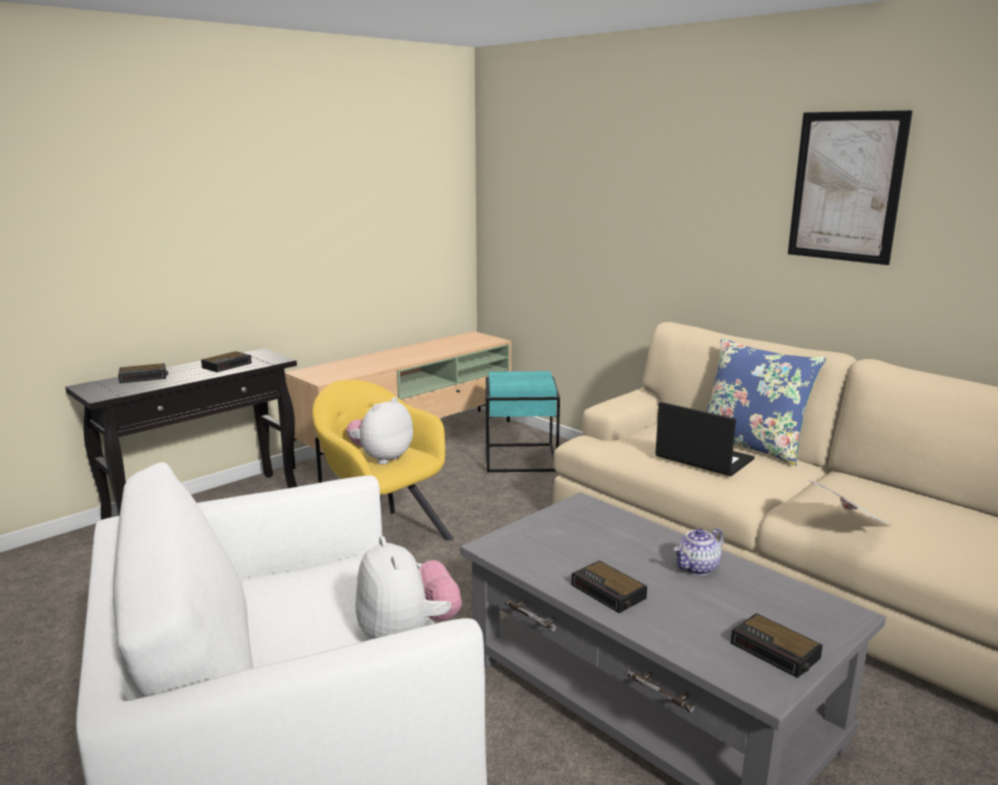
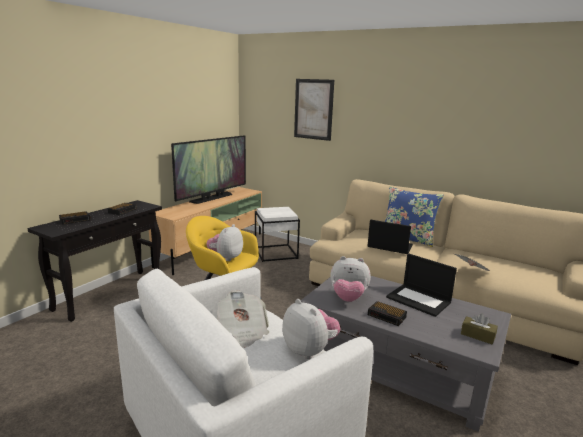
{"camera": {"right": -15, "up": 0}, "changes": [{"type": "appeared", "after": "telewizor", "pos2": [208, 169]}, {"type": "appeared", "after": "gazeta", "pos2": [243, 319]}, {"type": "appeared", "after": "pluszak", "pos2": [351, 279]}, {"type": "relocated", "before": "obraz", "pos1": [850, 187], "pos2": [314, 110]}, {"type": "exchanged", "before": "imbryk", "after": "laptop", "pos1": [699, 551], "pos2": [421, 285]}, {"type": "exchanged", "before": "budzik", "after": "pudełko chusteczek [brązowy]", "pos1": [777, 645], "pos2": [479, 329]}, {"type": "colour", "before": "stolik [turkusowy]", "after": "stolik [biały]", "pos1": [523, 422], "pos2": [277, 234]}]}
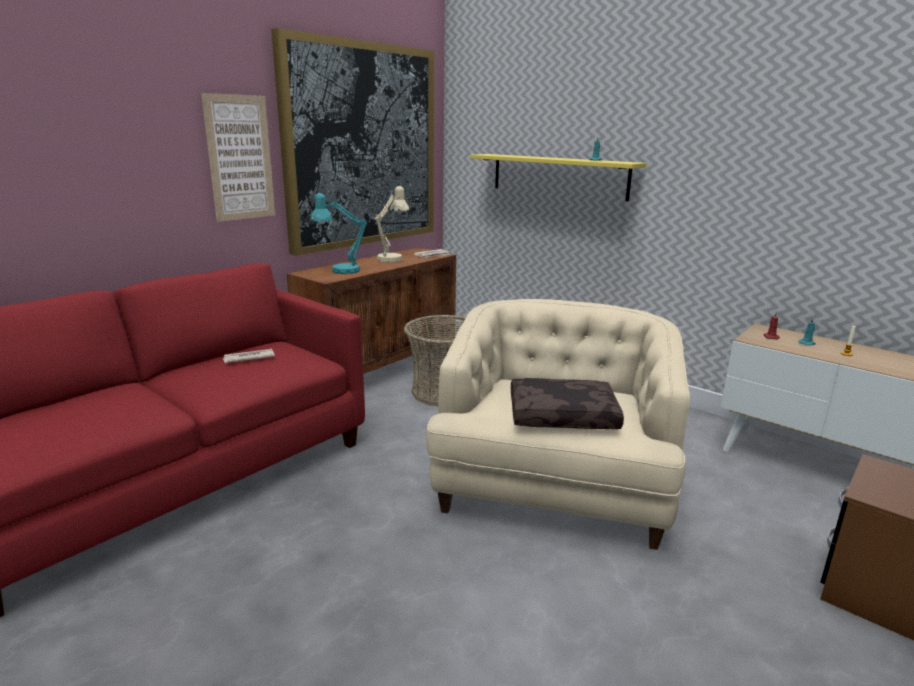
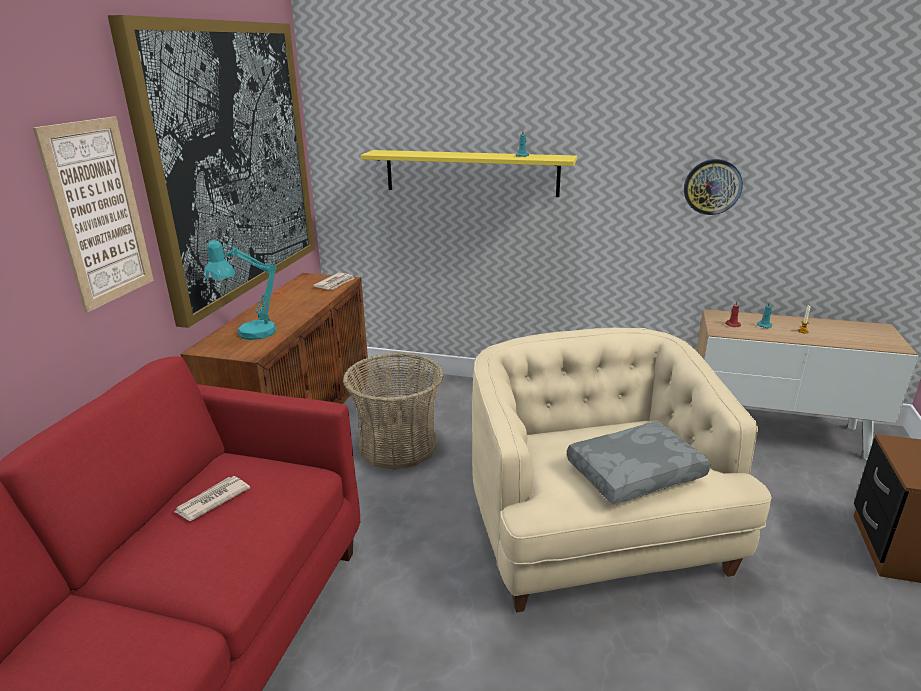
{"camera": {"right": -25, "up": 5}, "changes": [{"type": "missing", "before": "lampa stołowa [beżowy]", "pos1": [392, 224]}, {"type": "appeared", "after": "zegar ścienny", "pos2": [713, 187]}, {"type": "colour", "before": "poduszka [brązowy]", "after": "poduszka [szary]", "pos1": [567, 403], "pos2": [638, 463]}]}
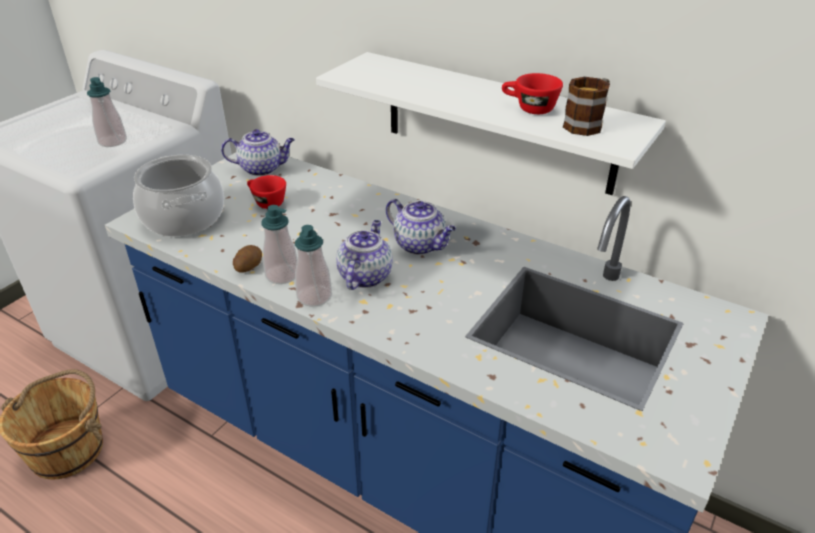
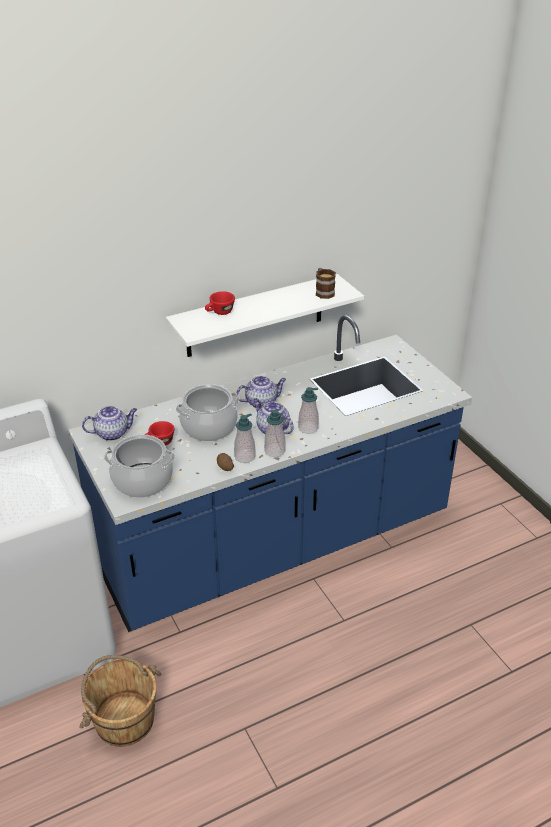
{"camera": {"right": -60, "up": 0}, "changes": [{"type": "appeared", "after": "garnek", "pos2": [208, 412]}, {"type": "relocated", "before": "dozownik mydła", "pos1": [107, 112], "pos2": [308, 410]}, {"type": "relocated", "before": "filiżanka [czerwony]", "pos1": [532, 93], "pos2": [220, 303]}, {"type": "spun", "before": "imbryk", "pos1": [258, 152], "pos2": [109, 423], "turn": 45}]}
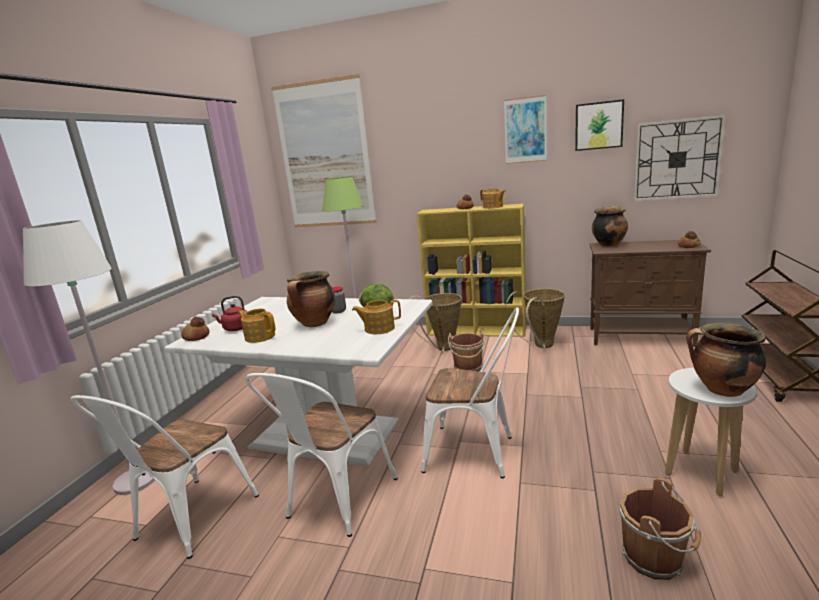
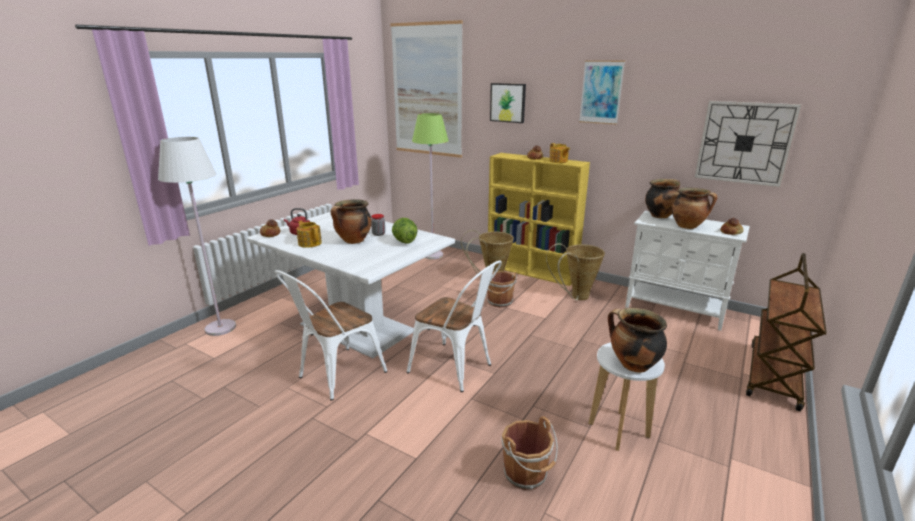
{"camera": {"right": 15, "up": 5}, "changes": [{"type": "missing", "before": "krzesło [biały]", "pos1": [164, 477]}, {"type": "missing", "before": "imbryk", "pos1": [376, 317]}, {"type": "appeared", "after": "garnek", "pos2": [694, 208]}, {"type": "relocated", "before": "obraz", "pos1": [599, 125], "pos2": [508, 103]}, {"type": "colour", "before": "szafka [brązowy]", "after": "szafka [biały]", "pos1": [650, 293], "pos2": [687, 271]}]}
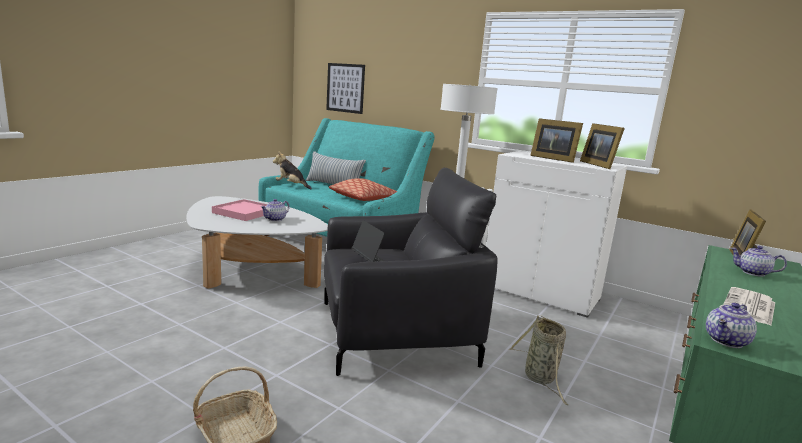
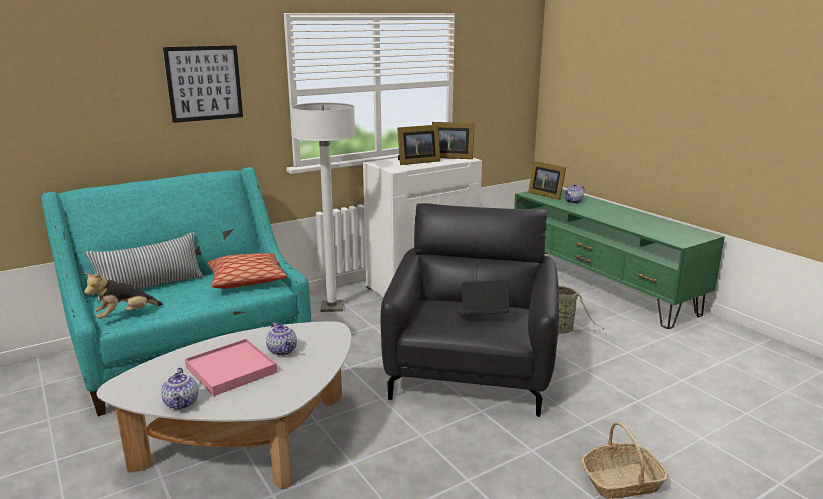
{"camera": {"right": -65, "up": 5}, "changes": [{"type": "missing", "before": "gazeta", "pos1": [749, 306]}, {"type": "relocated", "before": "obraz", "pos1": [345, 88], "pos2": [203, 84]}, {"type": "relocated", "before": "imbryk", "pos1": [731, 325], "pos2": [179, 389]}]}
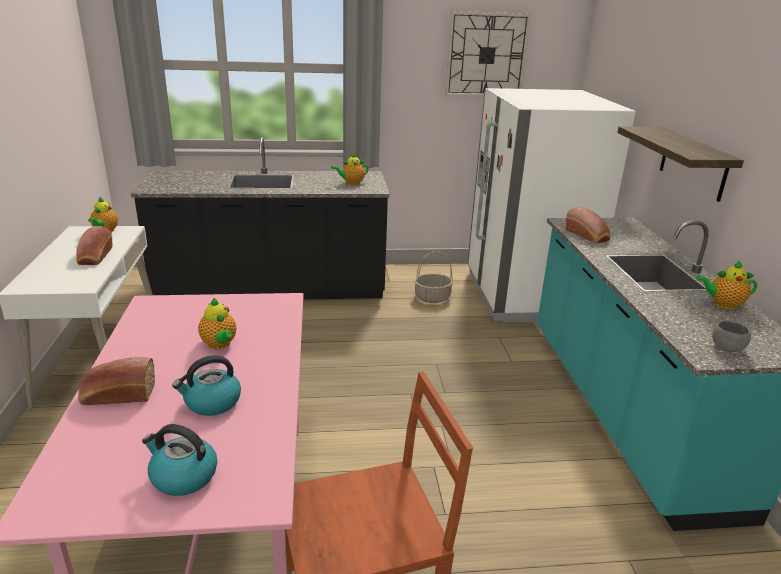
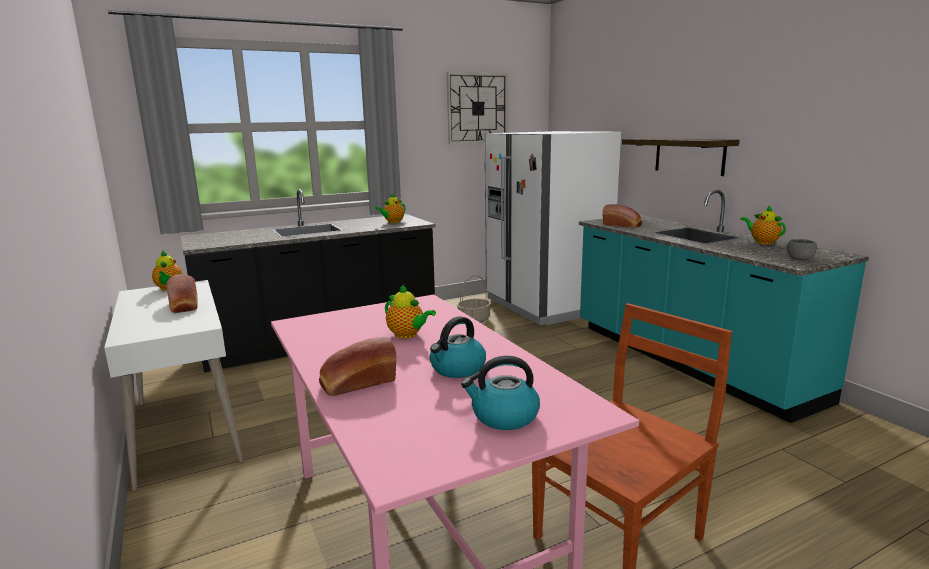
{"camera": {"right": -20, "up": -10}, "changes": [{"type": "spun", "before": "imbryk", "pos1": [726, 284], "pos2": [763, 225], "turn": 75}]}
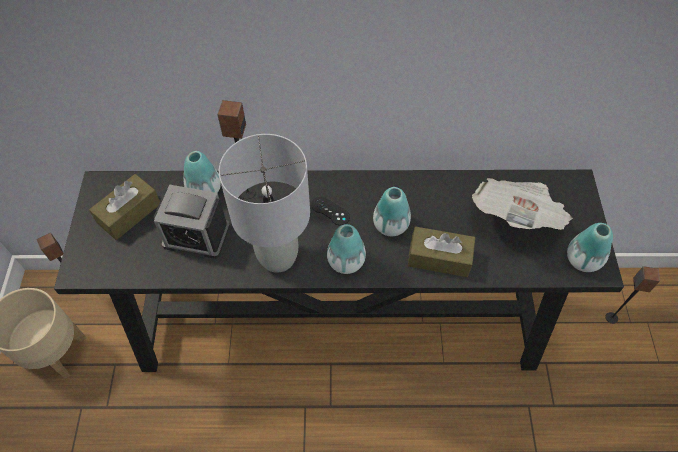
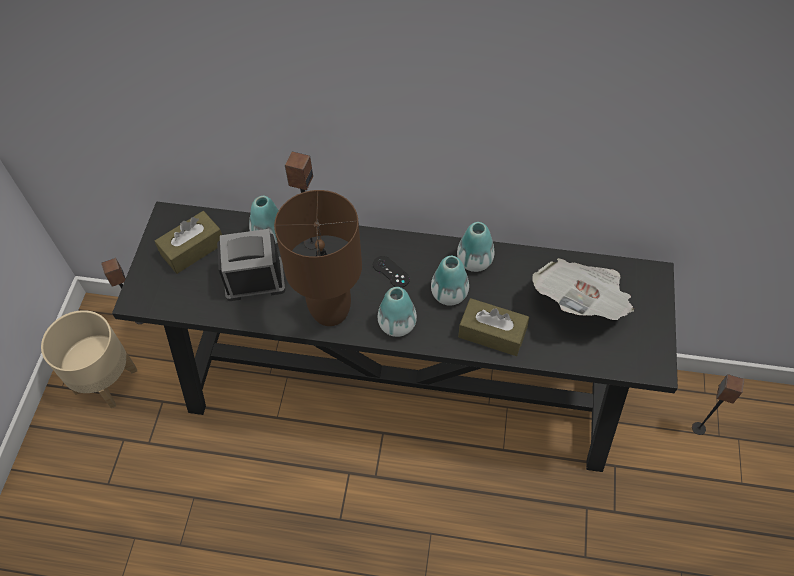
{"camera": {"right": 10, "up": 0}, "changes": [{"type": "relocated", "before": "wazon", "pos1": [590, 247], "pos2": [475, 247]}, {"type": "colour", "before": "lampa stołowa [szary]", "after": "lampa stołowa [brązowy]", "pos1": [264, 203], "pos2": [318, 258]}, {"type": "spun", "before": "budzik", "pos1": [192, 221], "pos2": [251, 265], "turn": 150}]}
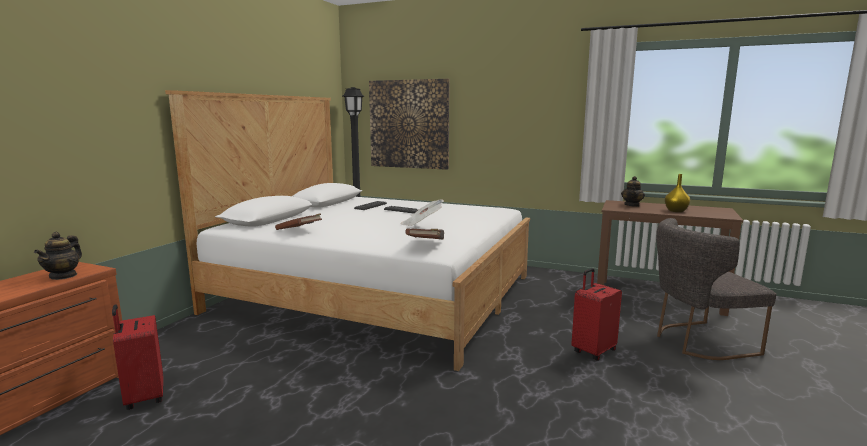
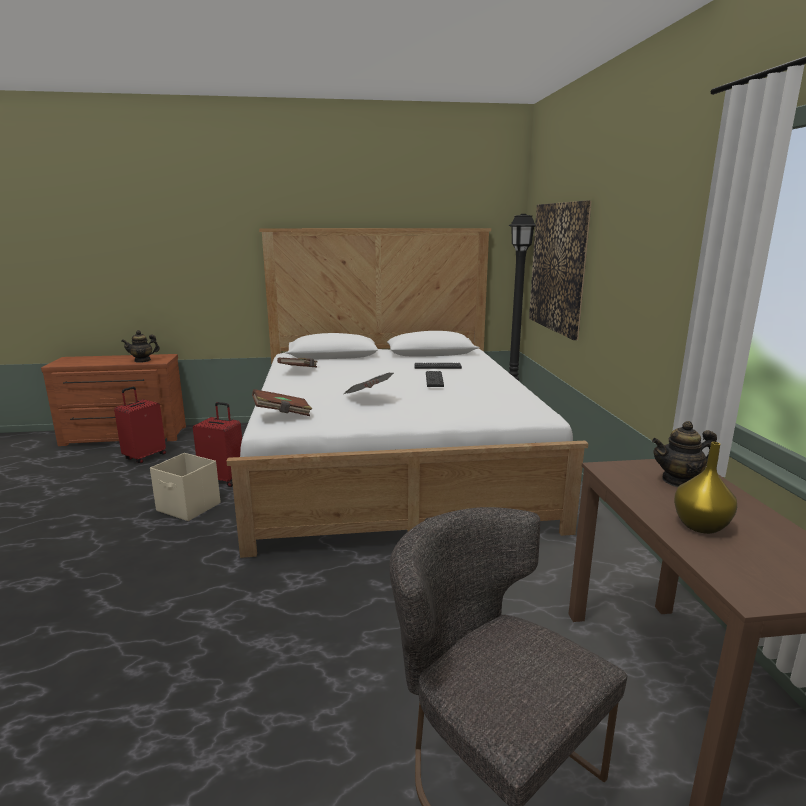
{"camera": {"right": 60, "up": 5}, "changes": [{"type": "appeared", "after": "pojemnik do przechowywania [beżowy]", "pos2": [185, 487]}, {"type": "relocated", "before": "walizka [czerwony]", "pos1": [597, 314], "pos2": [217, 444]}]}
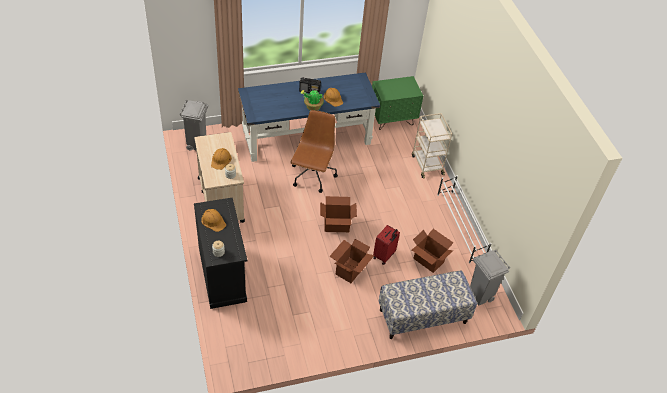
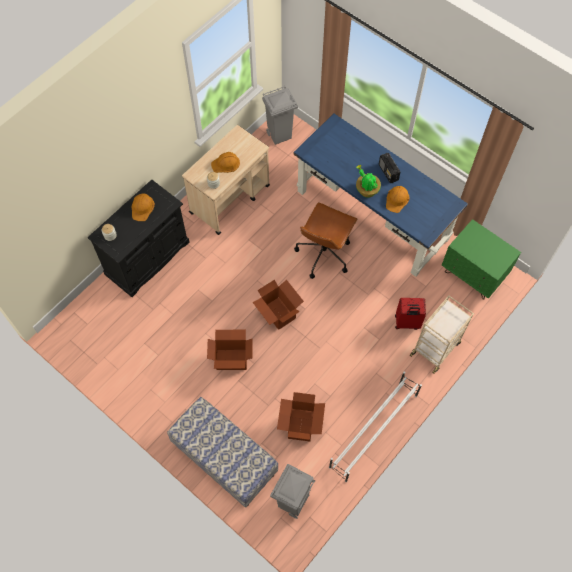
{"camera": {"right": 60, "up": 15}, "changes": [{"type": "relocated", "before": "walizka [czerwony]", "pos1": [386, 245], "pos2": [410, 314]}, {"type": "spun", "before": "krzesło biurowe [brązowy]", "pos1": [314, 151], "pos2": [325, 240], "turn": 135}]}
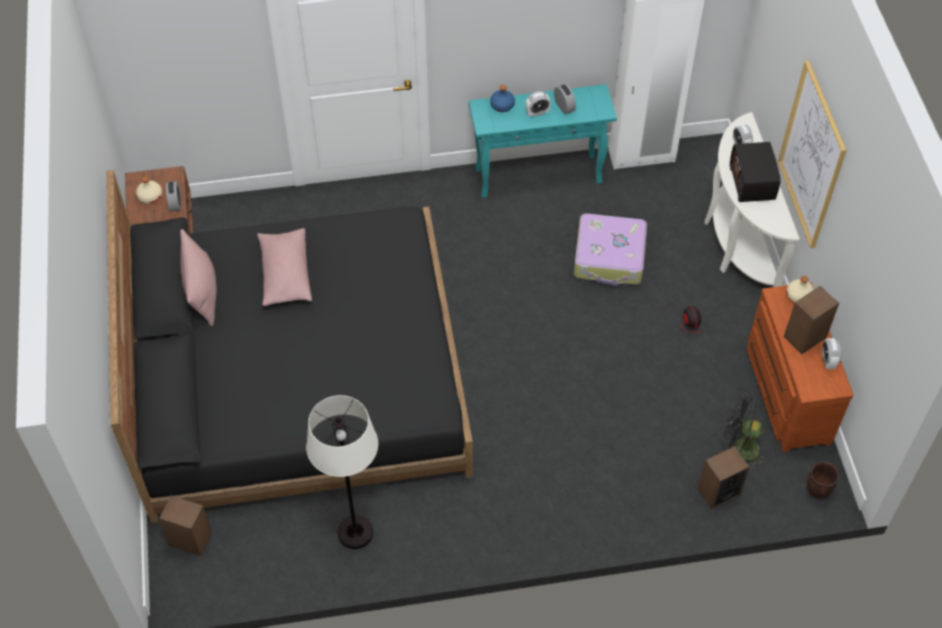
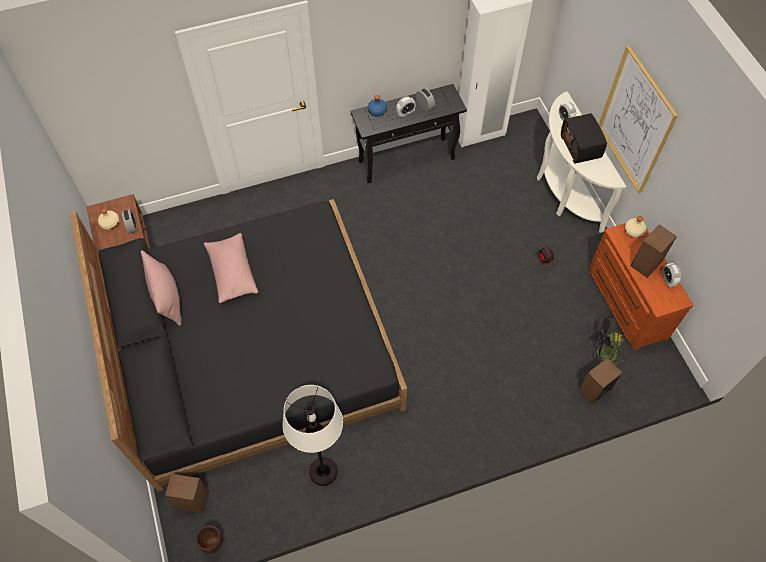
{"camera": {"right": -10, "up": 5}, "changes": [{"type": "missing", "before": "walizka", "pos1": [610, 249]}, {"type": "relocated", "before": "donica [brązowy]", "pos1": [823, 480], "pos2": [209, 539]}, {"type": "colour", "before": "stolik konsolowy [turkusowy]", "after": "stolik konsolowy [czarny]", "pos1": [543, 141], "pos2": [409, 133]}]}
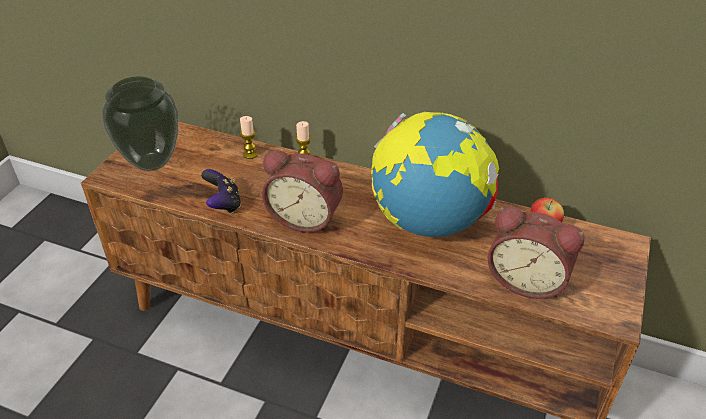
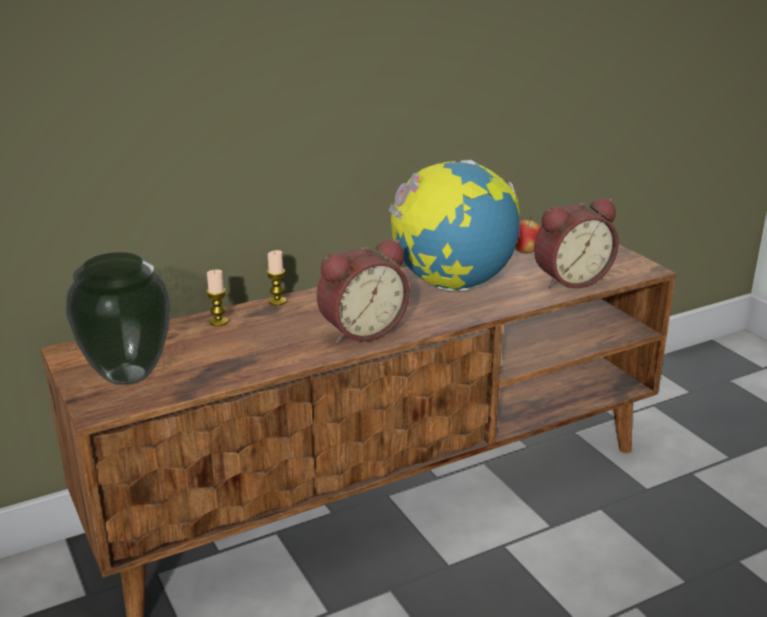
{"camera": {"right": -50, "up": -15}, "changes": [{"type": "missing", "before": "pad do gier", "pos1": [221, 191]}]}
